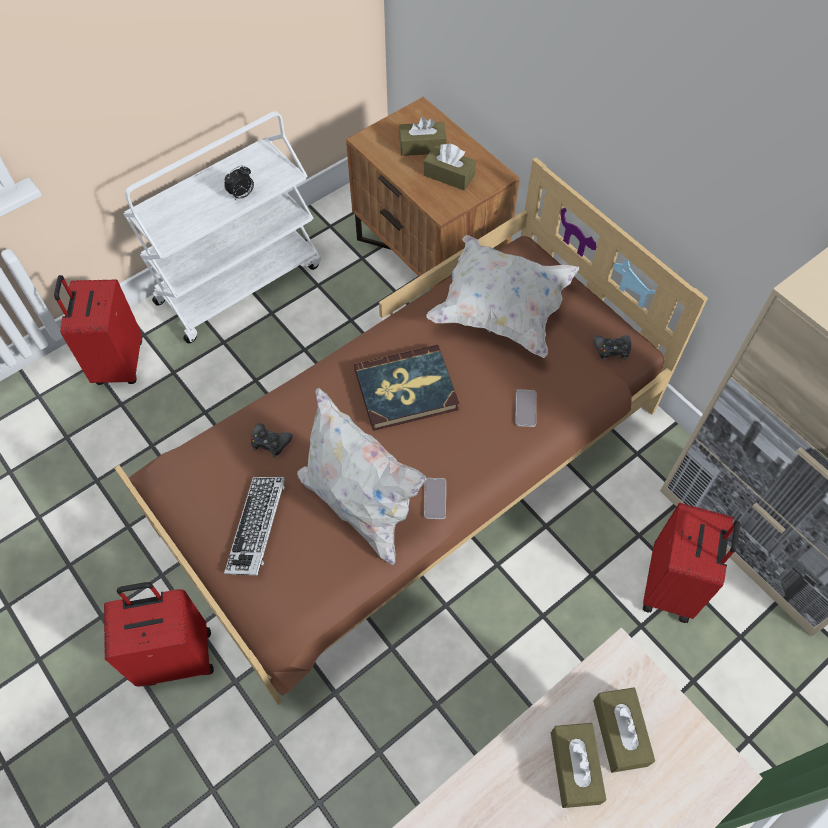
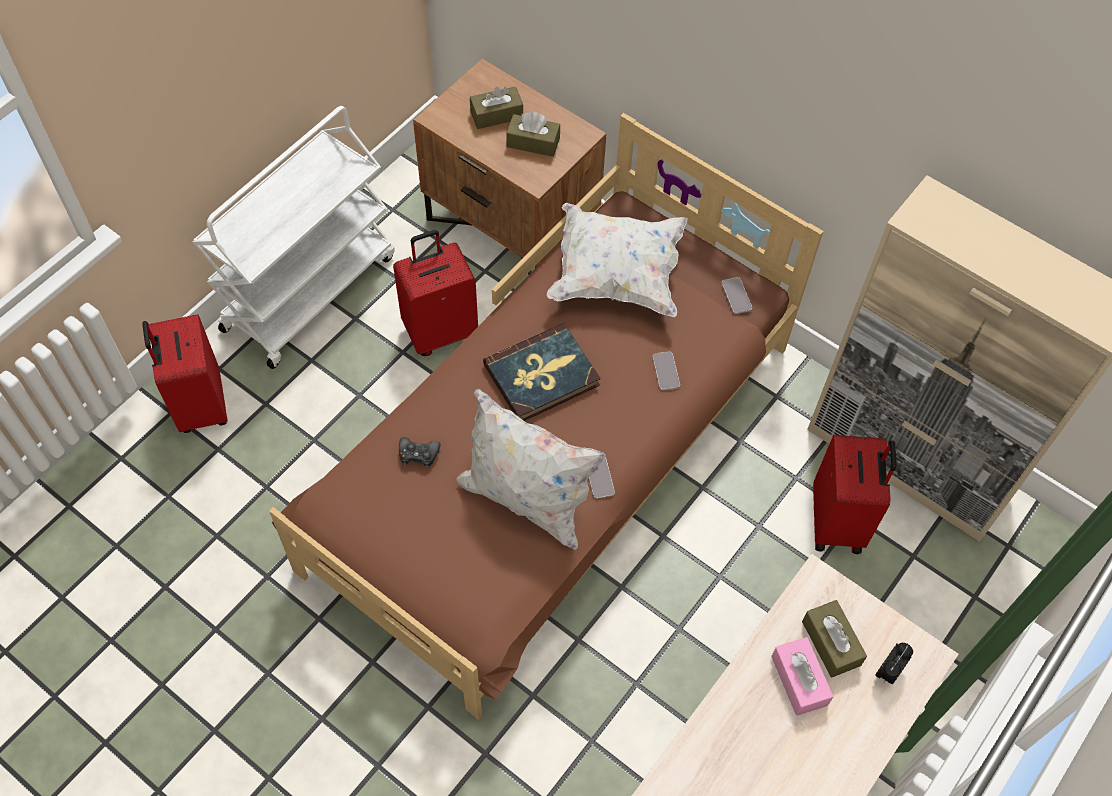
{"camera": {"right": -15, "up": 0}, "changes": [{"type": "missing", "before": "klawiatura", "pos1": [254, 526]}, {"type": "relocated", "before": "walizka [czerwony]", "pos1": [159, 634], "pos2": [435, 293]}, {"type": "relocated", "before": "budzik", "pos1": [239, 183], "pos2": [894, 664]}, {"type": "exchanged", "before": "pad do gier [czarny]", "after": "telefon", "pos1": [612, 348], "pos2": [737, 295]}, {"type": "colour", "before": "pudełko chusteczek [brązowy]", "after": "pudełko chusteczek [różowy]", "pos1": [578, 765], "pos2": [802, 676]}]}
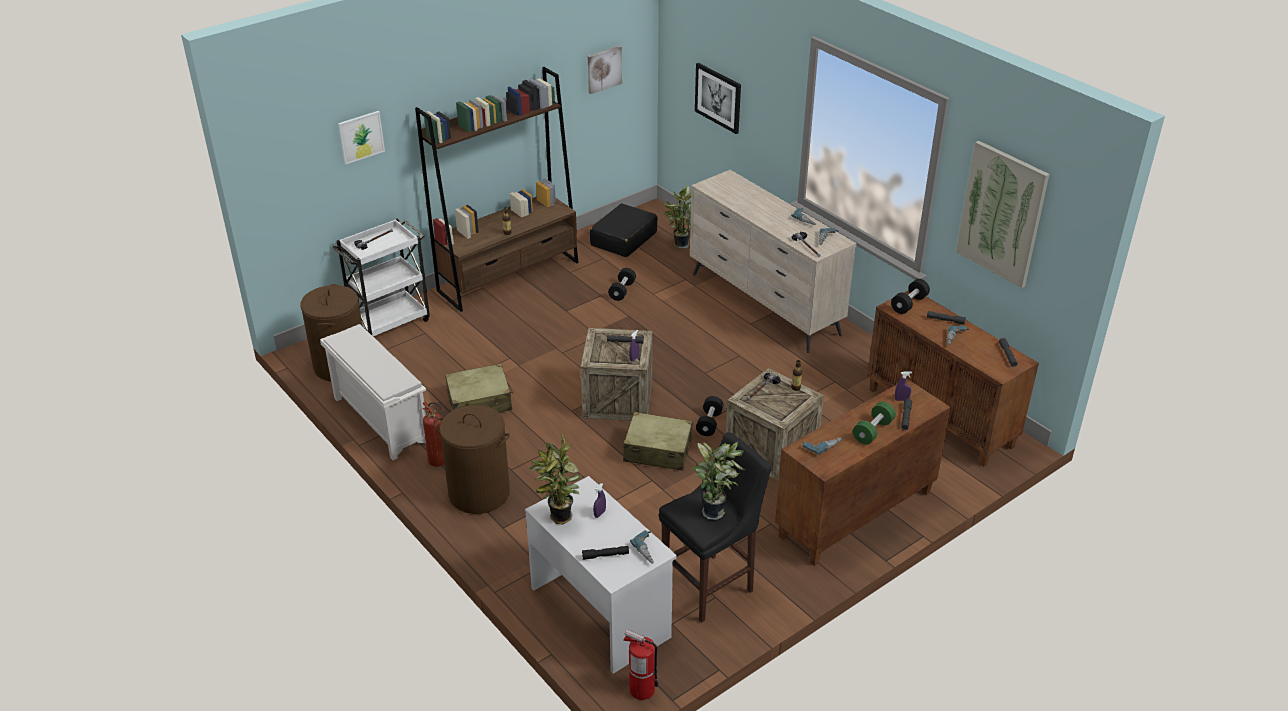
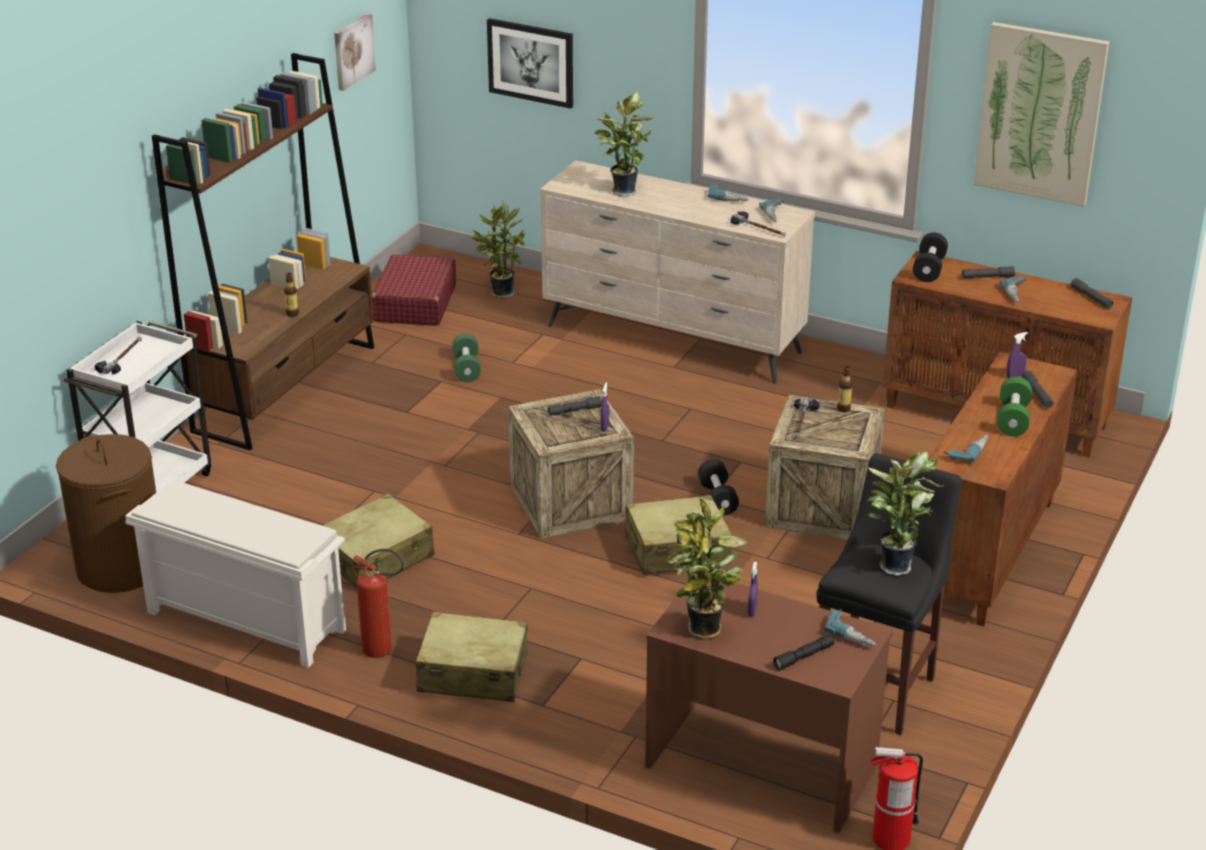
{"camera": {"right": -25, "up": -5}, "changes": [{"type": "missing", "before": "obraz", "pos1": [361, 137]}, {"type": "appeared", "after": "roślina doniczkowa", "pos2": [624, 143]}, {"type": "exchanged", "before": "kosz na pranie [brązowy]", "after": "walizka [beżowy]", "pos1": [472, 459], "pos2": [472, 657]}, {"type": "colour", "before": "biurko [biały]", "after": "biurko [brązowy]", "pos1": [601, 575], "pos2": [769, 703]}, {"type": "colour", "before": "walizka [czarny]", "after": "walizka [czerwony]", "pos1": [624, 230], "pos2": [414, 290]}, {"type": "colour", "before": "hantel [czarny]", "after": "hantel [zielony]", "pos1": [622, 284], "pos2": [466, 357]}]}
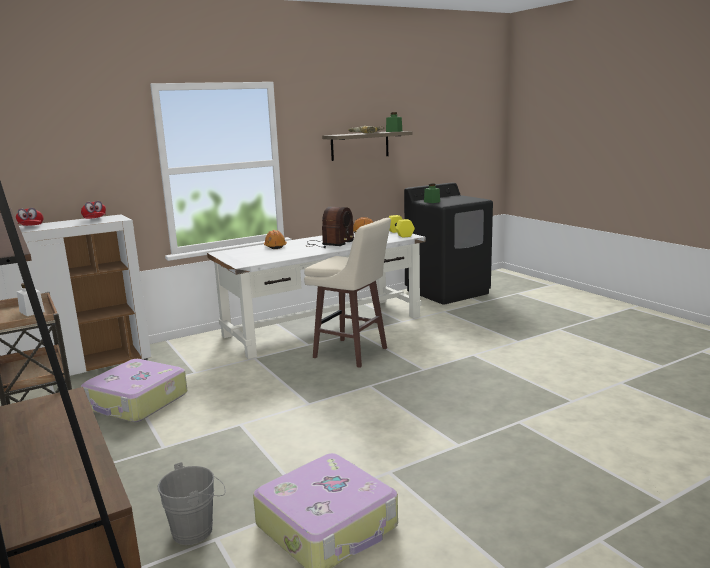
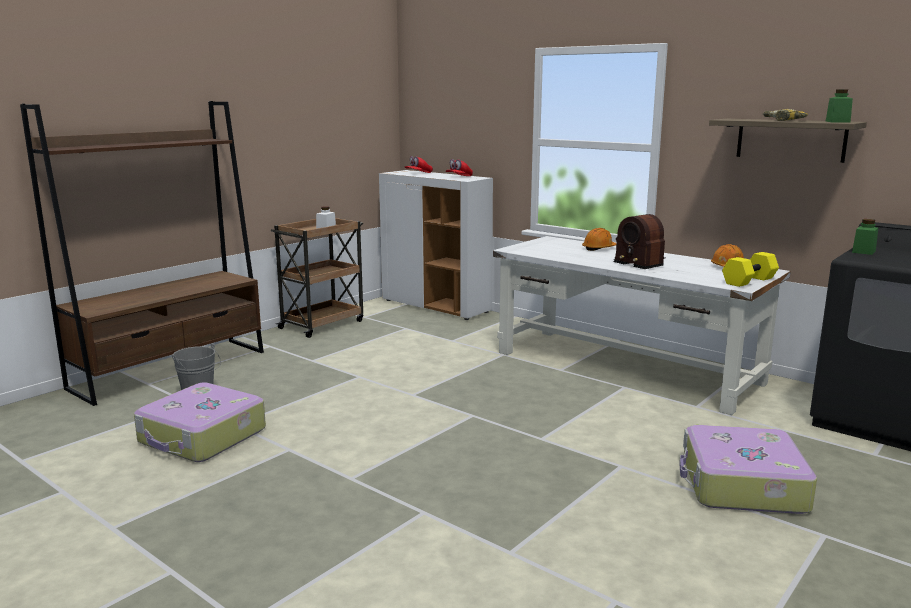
{"camera": {"right": 70, "up": 0}, "changes": [{"type": "missing", "before": "stołek [beżowy]", "pos1": [347, 293]}, {"type": "relocated", "before": "walizka", "pos1": [134, 390], "pos2": [748, 469]}, {"type": "spun", "before": "radio", "pos1": [330, 227], "pos2": [639, 241], "turn": 45}]}
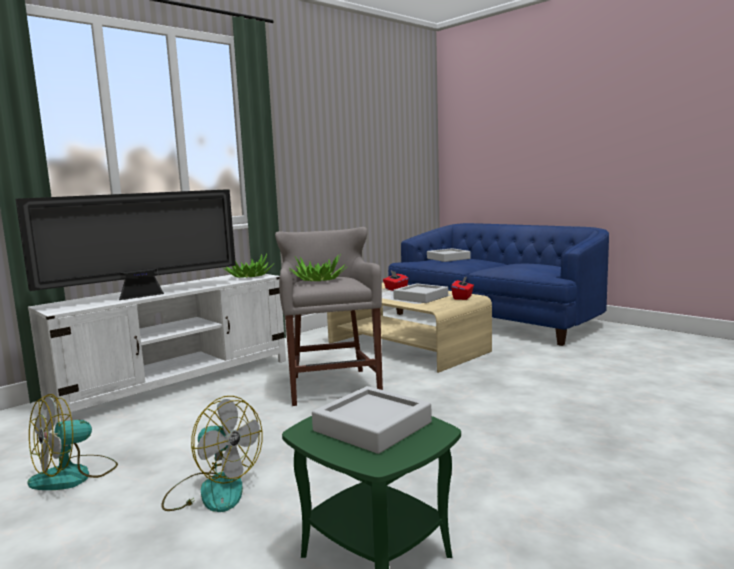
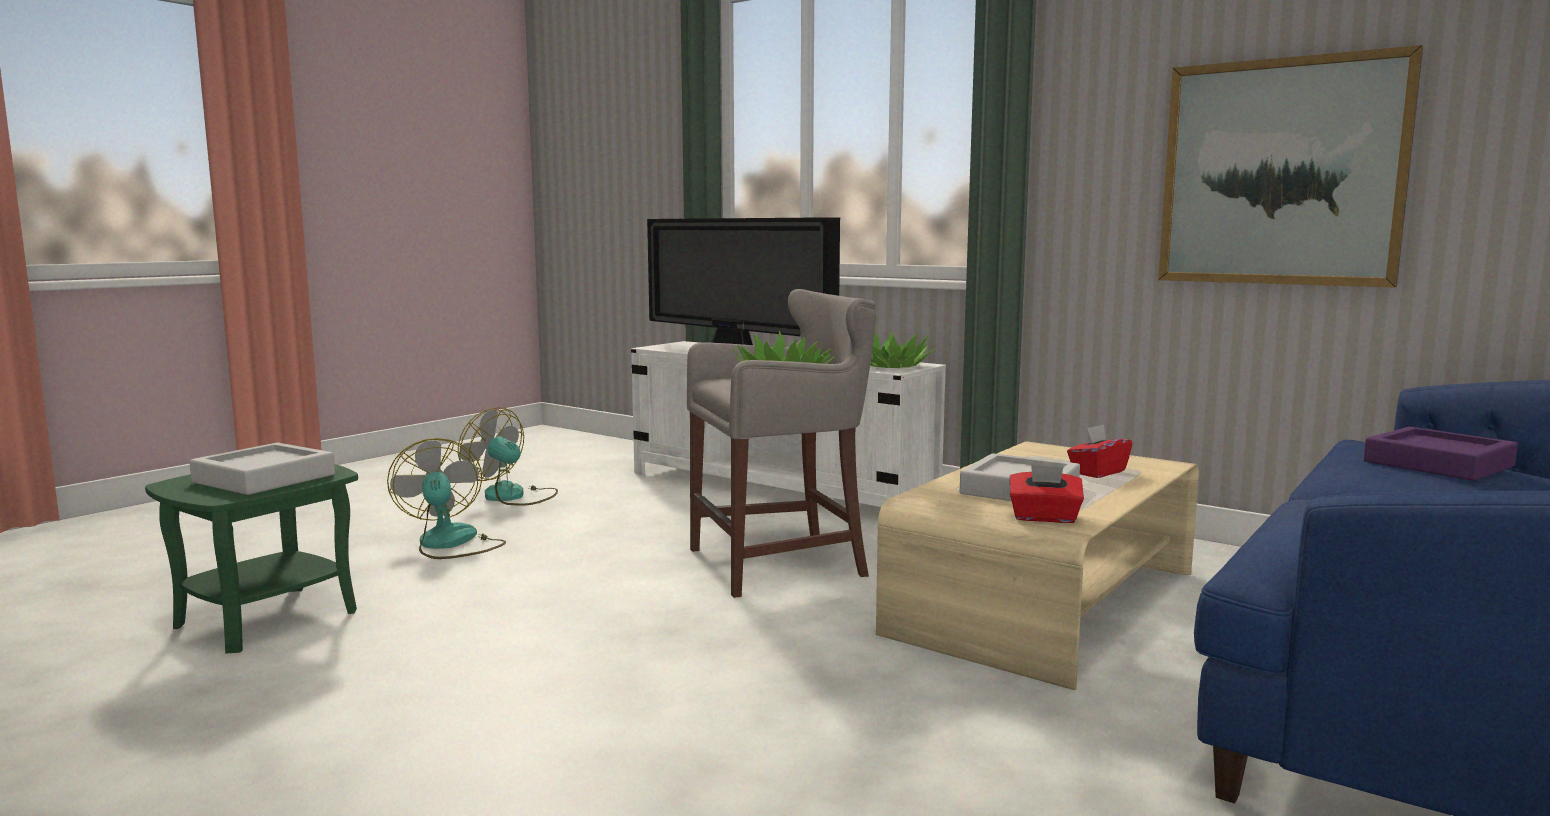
{"camera": {"right": 80, "up": 0}, "changes": [{"type": "appeared", "after": "obraz", "pos2": [1290, 166]}, {"type": "colour", "before": "taca [szary]", "after": "taca [fioletowy]", "pos1": [449, 255], "pos2": [1441, 454]}, {"type": "spun", "before": "wentylator", "pos1": [212, 454], "pos2": [446, 498], "turn": 135}]}
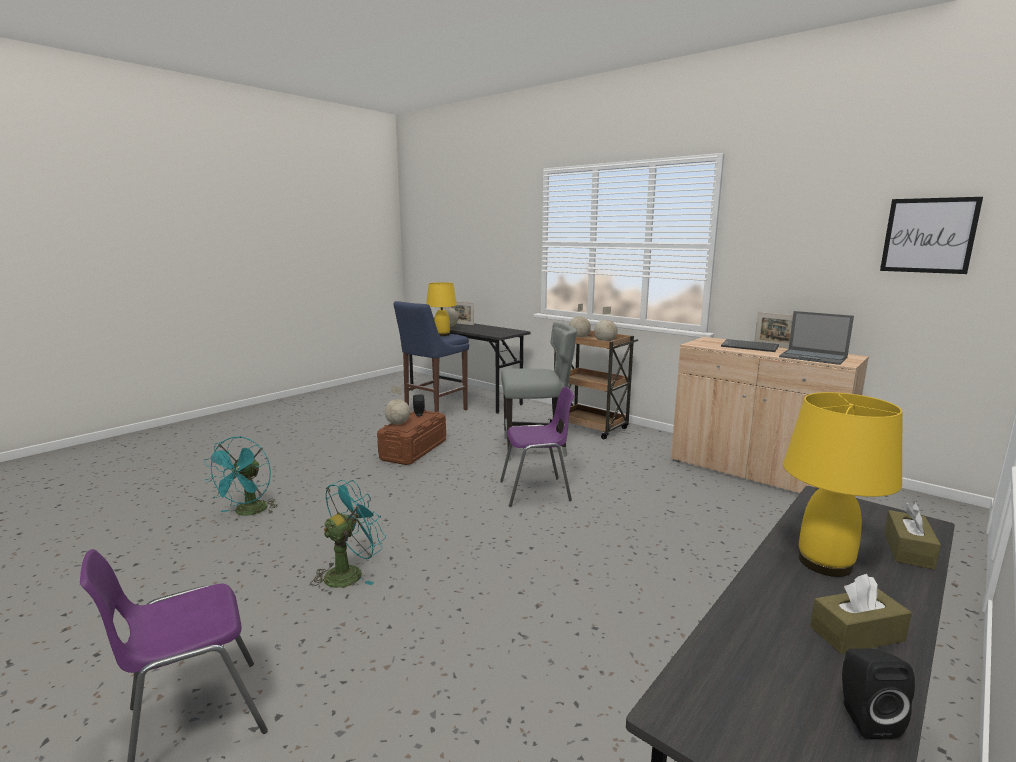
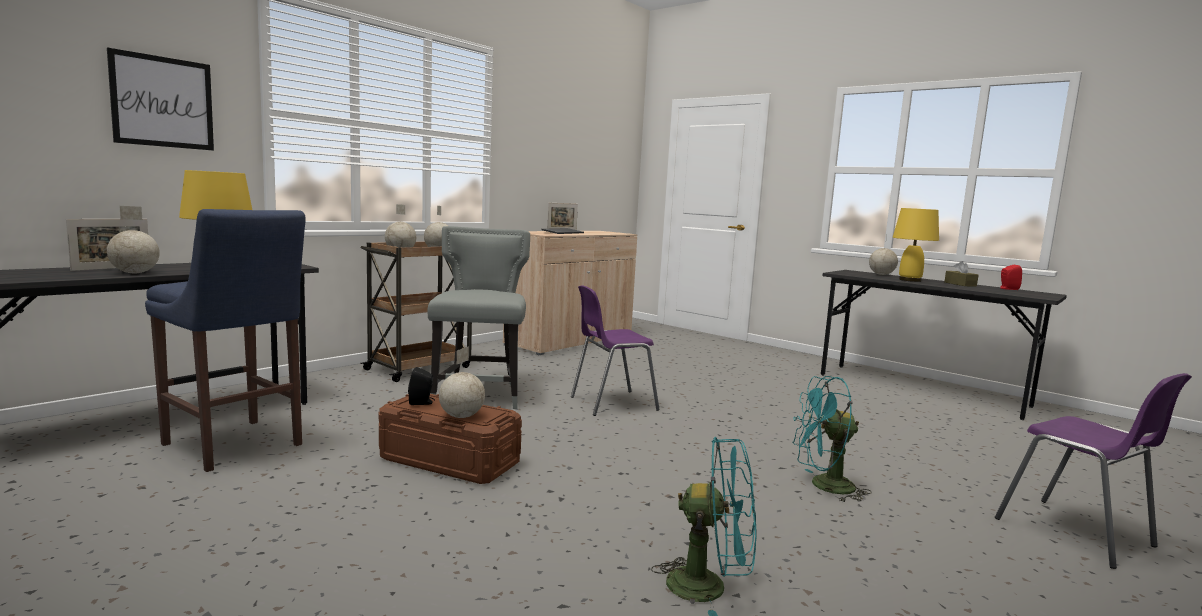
{"camera": {"right": -90, "up": -5}, "changes": [{"type": "missing", "before": "laptop", "pos1": [816, 338]}, {"type": "relocated", "before": "obraz", "pos1": [931, 235], "pos2": [160, 99]}, {"type": "exchanged", "before": "pudełko chusteczek [brązowy]", "after": "globus", "pos1": [912, 535], "pos2": [883, 255]}, {"type": "colour", "before": "głośnik [czarny]", "after": "głośnik [czerwony]", "pos1": [878, 693], "pos2": [1011, 277]}, {"type": "spun", "before": "wentylator [turkusowy]", "pos1": [348, 534], "pos2": [832, 439], "turn": -45}, {"type": "spun", "before": "krzesło [fioletowy]", "pos1": [537, 447], "pos2": [615, 350], "turn": -105}]}
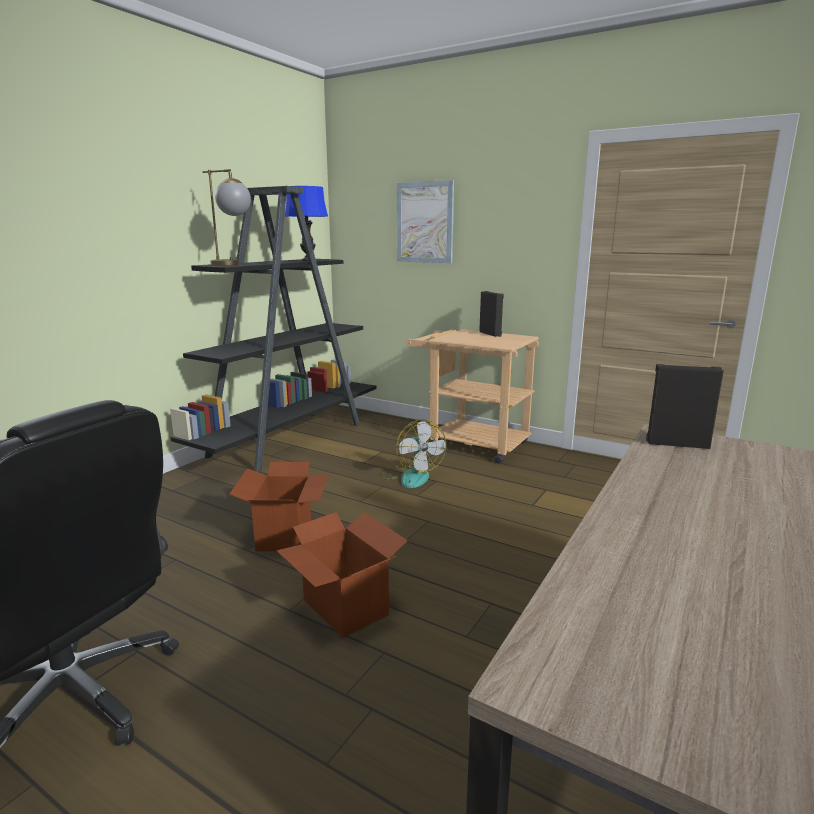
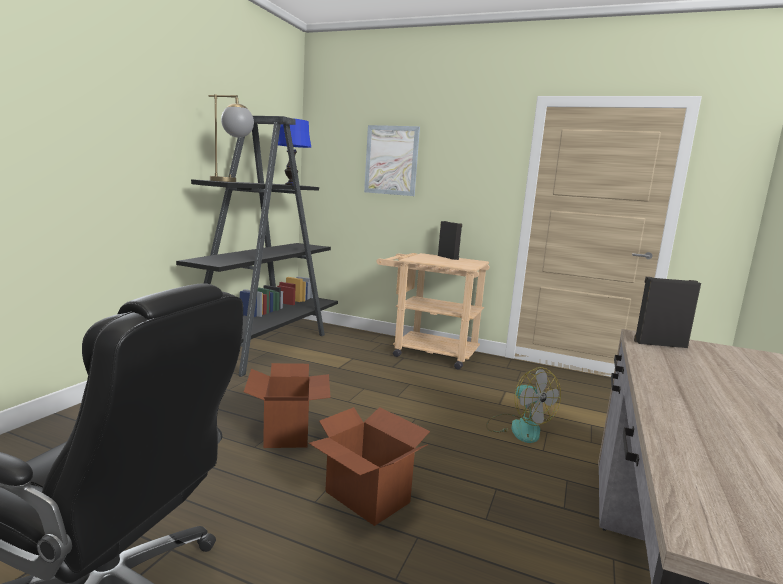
{"camera": {"right": -10, "up": -5}, "changes": [{"type": "relocated", "before": "wentylator", "pos1": [413, 454], "pos2": [523, 405]}]}
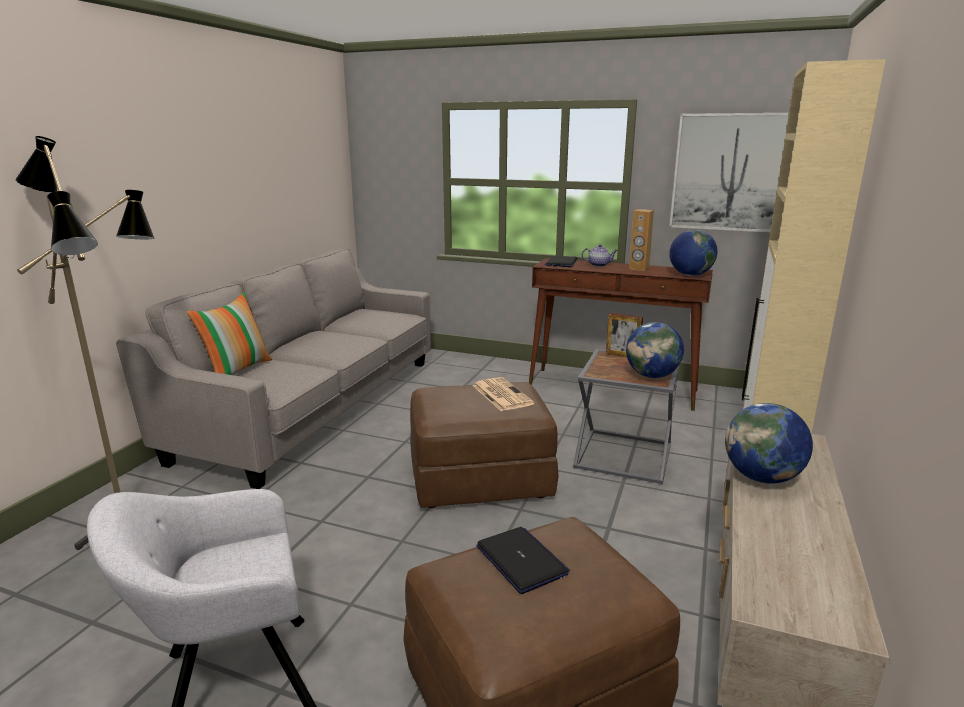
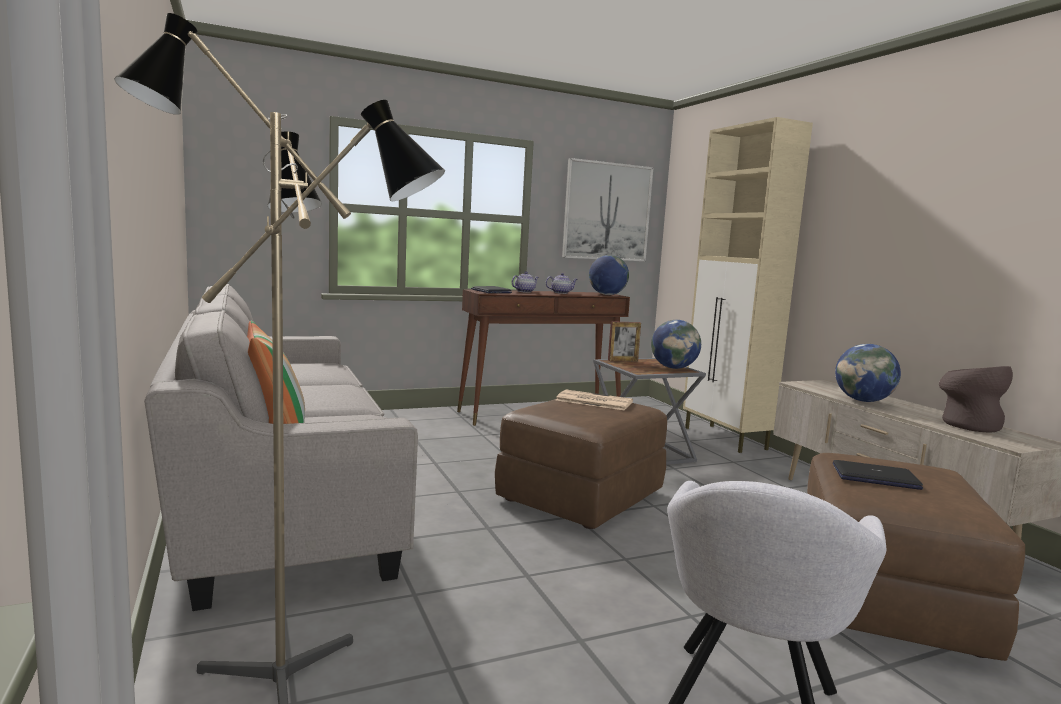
{"camera": {"right": -45, "up": -10}, "changes": [{"type": "appeared", "after": "wazon [brązowy]", "pos2": [976, 399]}, {"type": "exchanged", "before": "głośnik [brązowy]", "after": "imbryk", "pos1": [641, 240], "pos2": [562, 283]}]}
